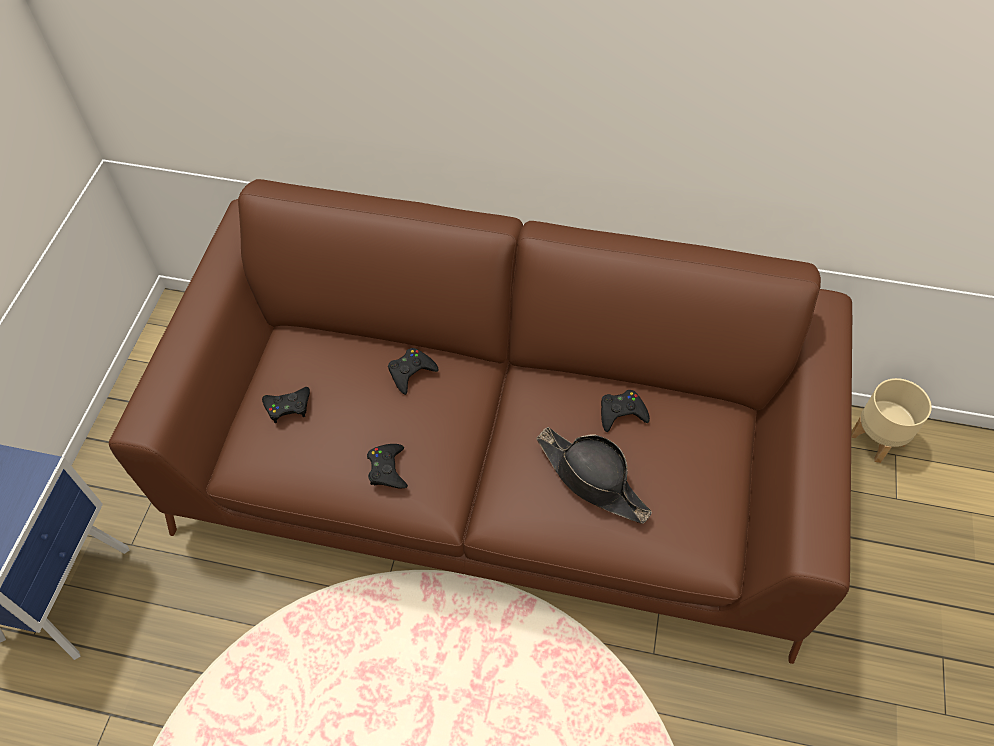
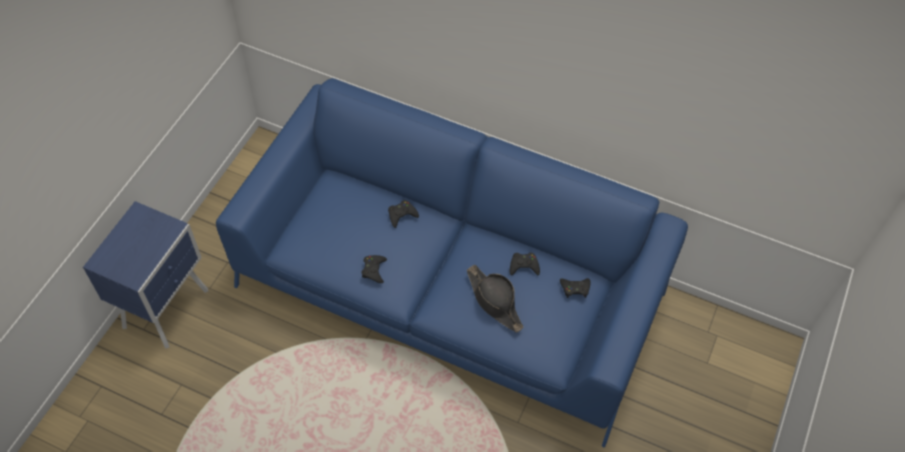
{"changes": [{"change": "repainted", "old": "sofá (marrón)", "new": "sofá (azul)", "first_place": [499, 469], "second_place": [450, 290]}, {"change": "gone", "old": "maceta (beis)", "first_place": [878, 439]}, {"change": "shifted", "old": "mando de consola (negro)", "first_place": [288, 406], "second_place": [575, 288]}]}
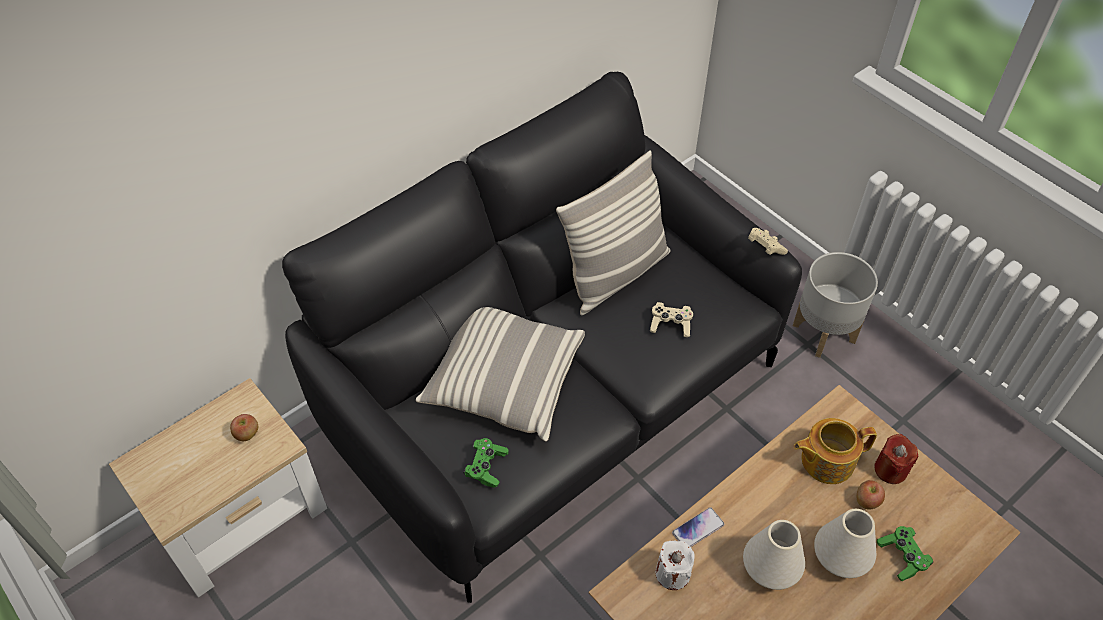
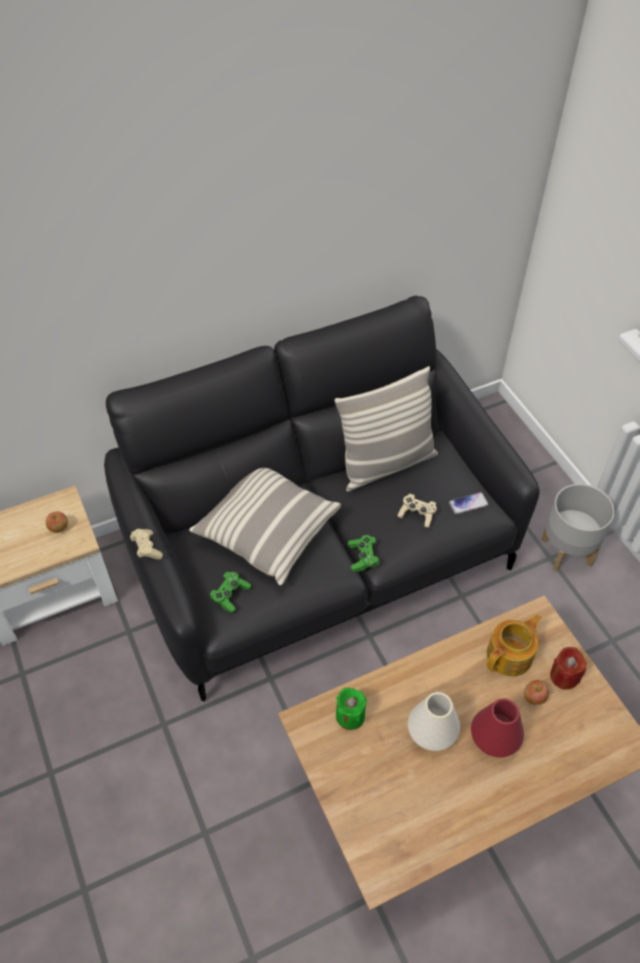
{"changes": [{"change": "shifted", "old": "mando de consola (beis)", "first_place": [764, 247], "second_place": [147, 548]}, {"change": "rotated", "old": "tetera", "first_place": [826, 460], "second_place": [510, 655], "degrees": 135}, {"change": "shifted", "old": "móvil", "first_place": [698, 529], "second_place": [468, 504]}, {"change": "repainted", "old": "florero (blanco)", "new": "florero (rojo)", "first_place": [839, 558], "second_place": [493, 739]}, {"change": "shifted", "old": "mando de consola (verde)", "first_place": [902, 557], "second_place": [363, 557]}, {"change": "repainted", "old": "vela (blanco)", "new": "vela (verde)", "first_place": [672, 573], "second_place": [350, 716]}]}
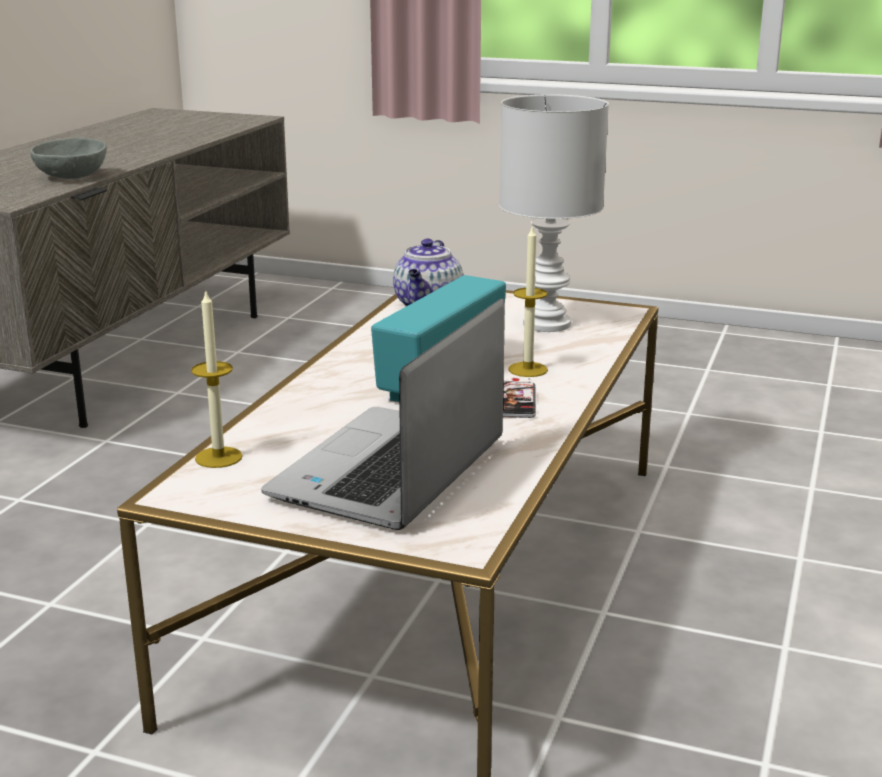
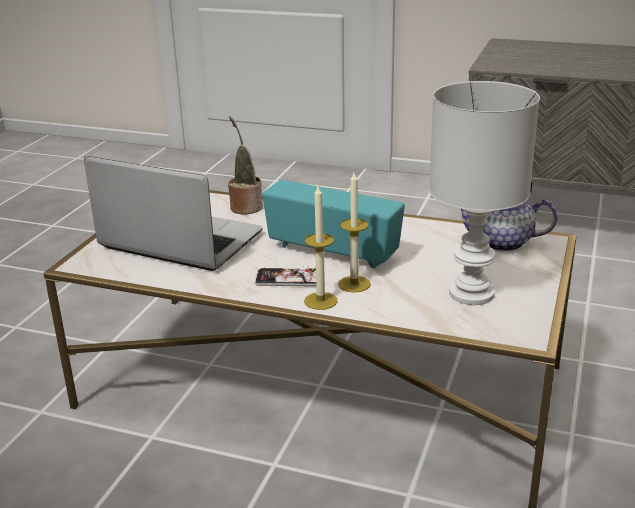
{"changes": [{"change": "gone", "old": "cuenco (gris)", "first_place": [72, 177]}, {"change": "shifted", "old": "vela", "first_place": [218, 457], "second_place": [320, 301]}, {"change": "new", "new": "planta en maceta", "second_place": [245, 207]}]}
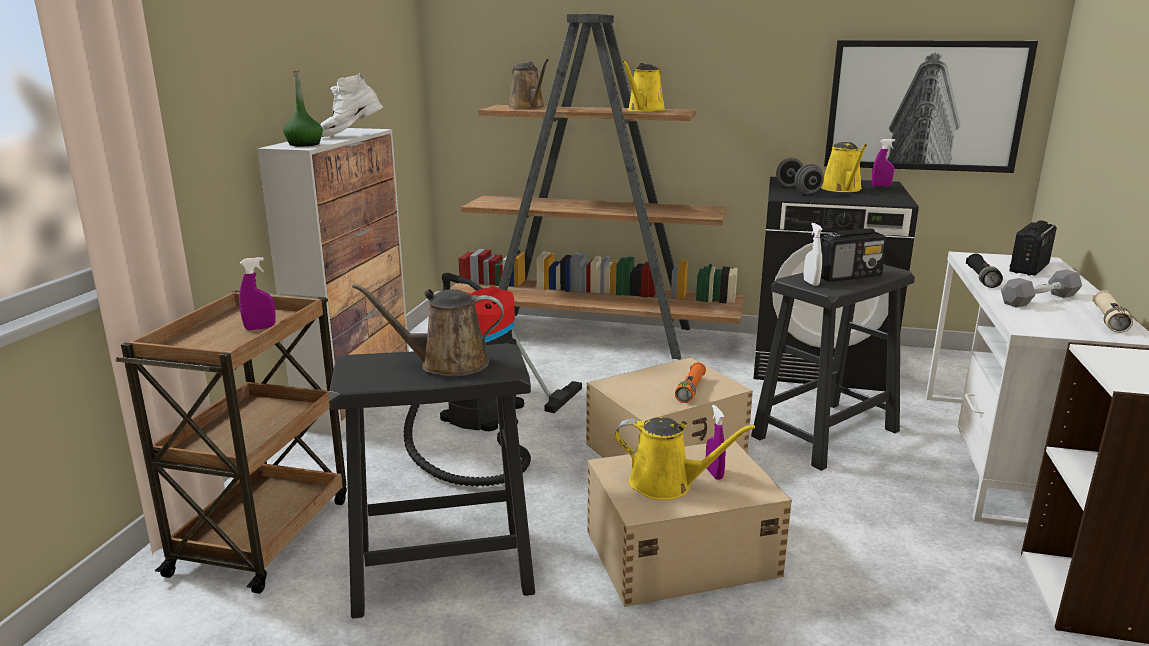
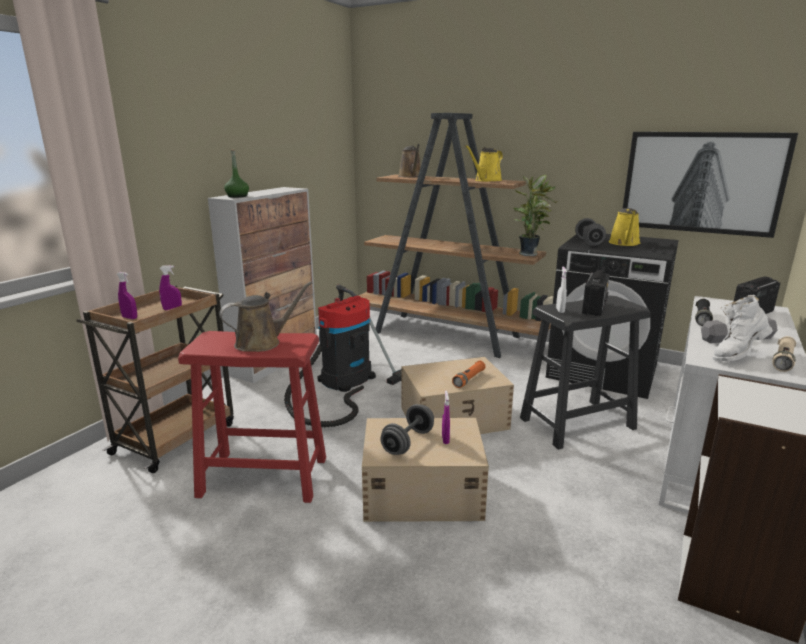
{"changes": [{"change": "shifted", "old": "bota (blanco)", "first_place": [351, 135], "second_place": [736, 356]}, {"change": "shifted", "old": "pulverizador (morado)", "first_place": [881, 186], "second_place": [130, 318]}, {"change": "rotated", "old": "radio", "first_place": [848, 276], "second_place": [594, 308], "degrees": -60}, {"change": "rotated", "old": "regadera (marrón)", "first_place": [447, 364], "second_place": [262, 343], "degrees": 135}, {"change": "repainted", "old": "taburete (negro)", "new": "taburete (rojo)", "first_place": [441, 570], "second_place": [263, 476]}, {"change": "swapped", "old": "regadera (amarillo)", "new": "mancuerna (gris)", "first_place": [667, 484], "second_place": [408, 442]}, {"change": "new", "new": "planta en maceta", "second_place": [529, 254]}]}
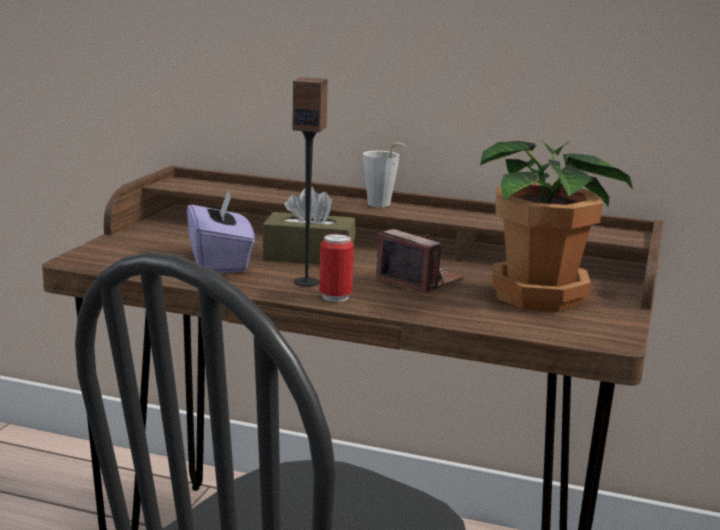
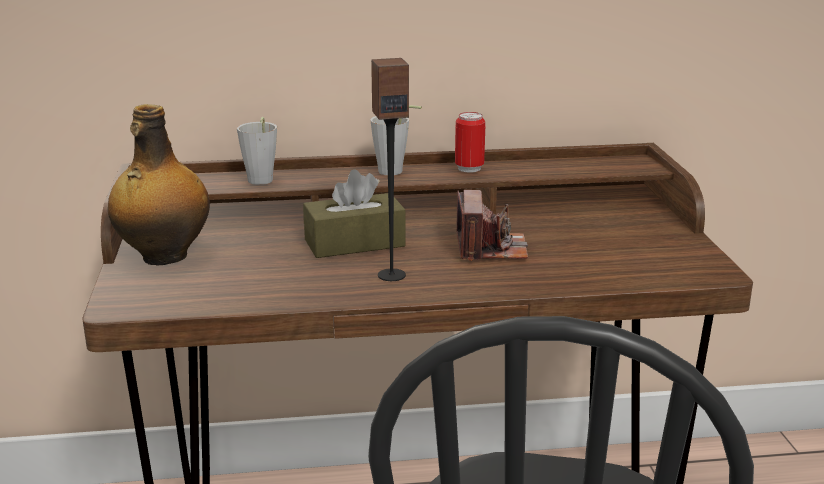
{"changes": [{"change": "gone", "old": "planta en maceta", "first_place": [542, 297]}, {"change": "gone", "old": "caja de pañuelos (morado)", "first_place": [220, 262]}, {"change": "rotated", "old": "cámara", "first_place": [419, 281], "second_place": [490, 249], "degrees": 75}, {"change": "shifted", "old": "lata", "first_place": [335, 297], "second_place": [469, 168]}, {"change": "new", "new": "botella", "second_place": [163, 257]}, {"change": "new", "new": "taza (gris)", "second_place": [260, 182]}]}
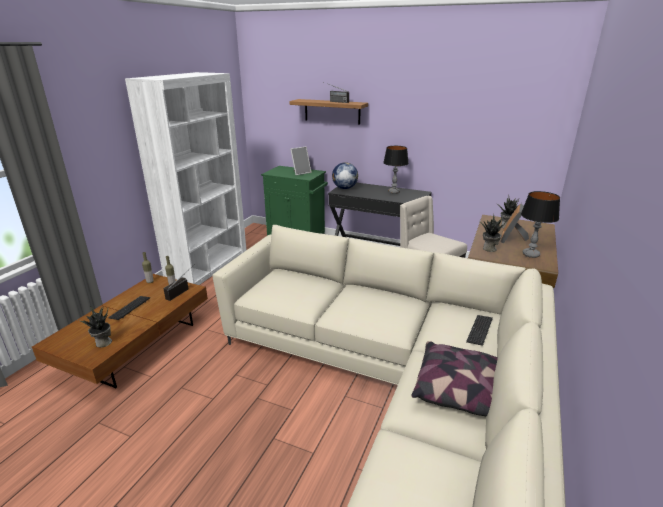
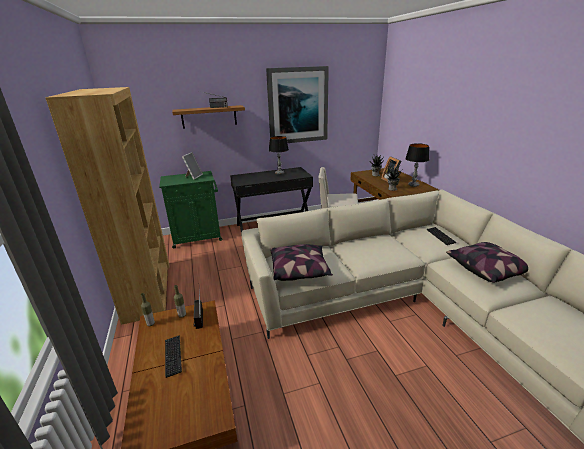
{"changes": [{"change": "repainted", "old": "estantería (blanco)", "new": "estantería (marrón)", "first_place": [208, 265], "second_place": [148, 290]}, {"change": "gone", "old": "globo terráqueo", "first_place": [344, 188]}, {"change": "gone", "old": "planta en maceta", "first_place": [103, 343]}, {"change": "new", "new": "cuadro", "second_place": [297, 105]}, {"change": "new", "new": "cojín", "second_place": [300, 270]}]}
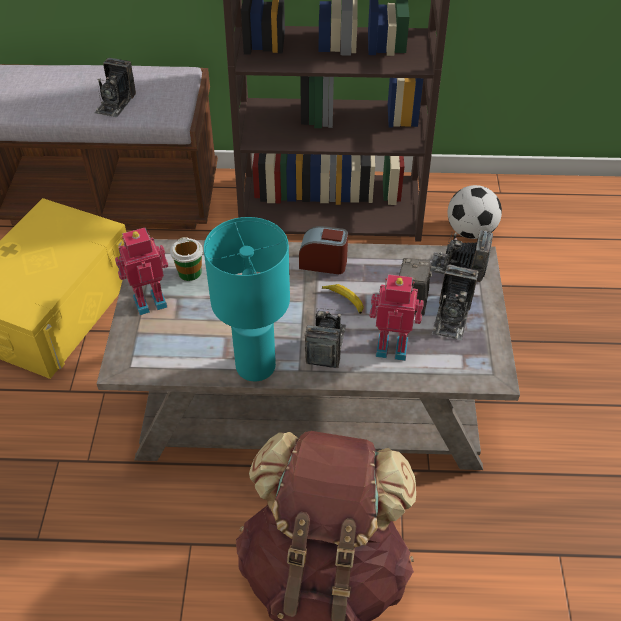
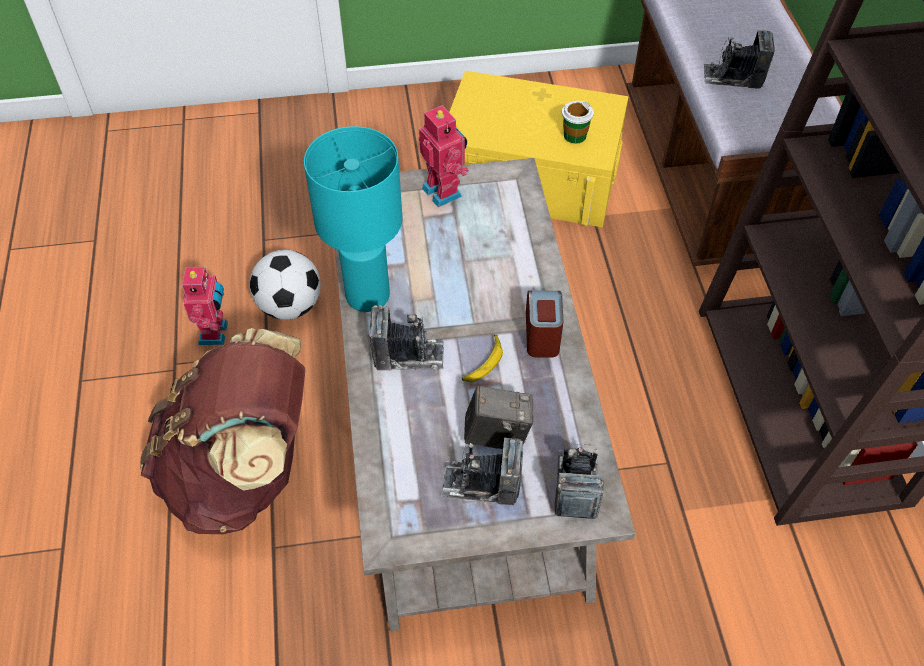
{"changes": [{"change": "shifted", "old": "balón de fútbol", "first_place": [470, 231], "second_place": [290, 306]}, {"change": "shifted", "old": "taza", "first_place": [189, 272], "second_place": [574, 136]}, {"change": "shifted", "old": "robot de juguete", "first_place": [392, 346], "second_place": [215, 333]}]}
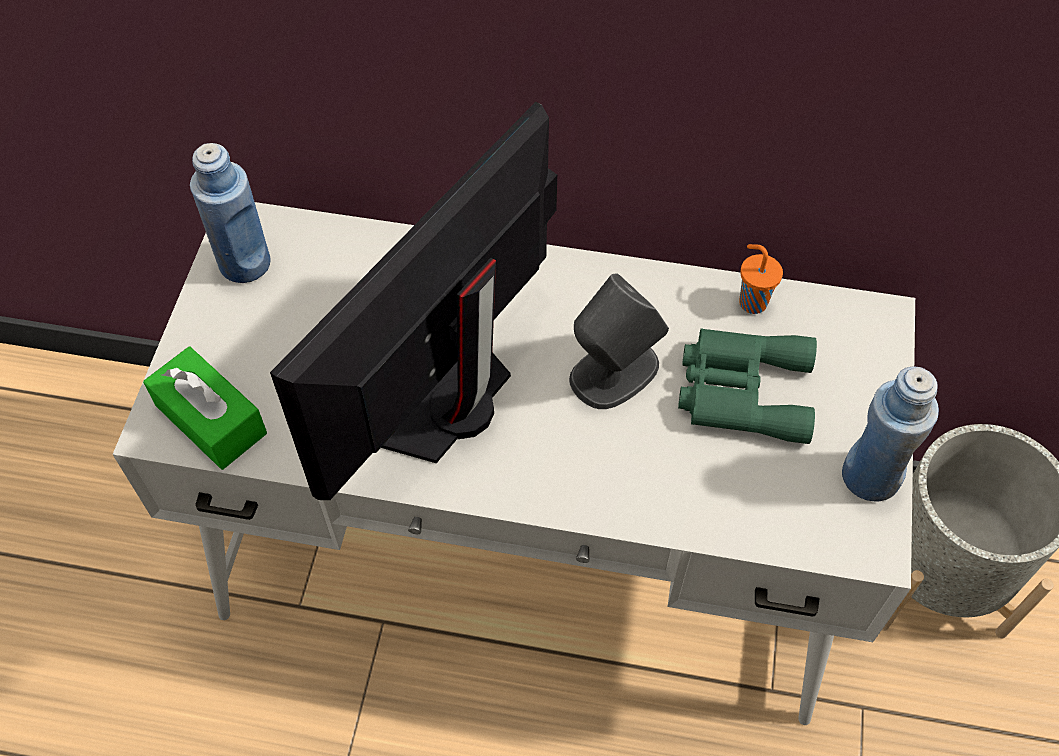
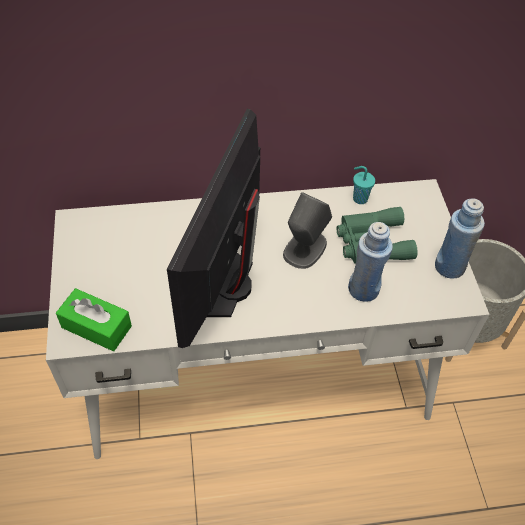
{"changes": [{"change": "shifted", "old": "botella (azul)", "first_place": [245, 263], "second_place": [363, 289]}, {"change": "repainted", "old": "taza (naranja)", "new": "taza (turquesa)", "first_place": [751, 301], "second_place": [359, 198]}]}
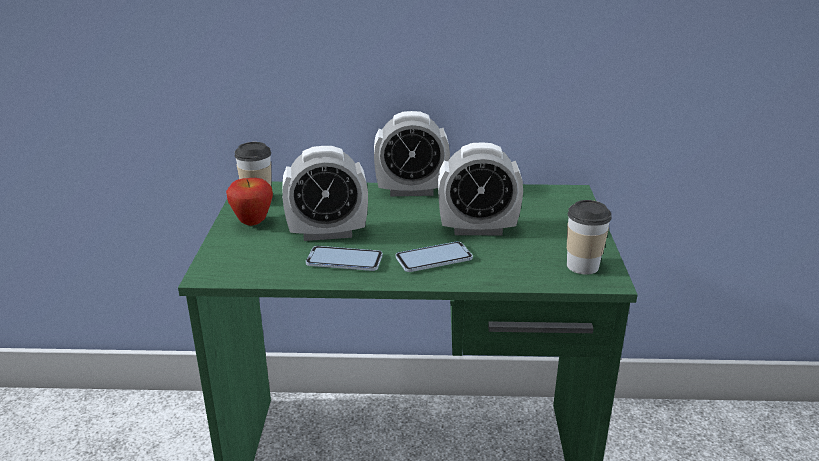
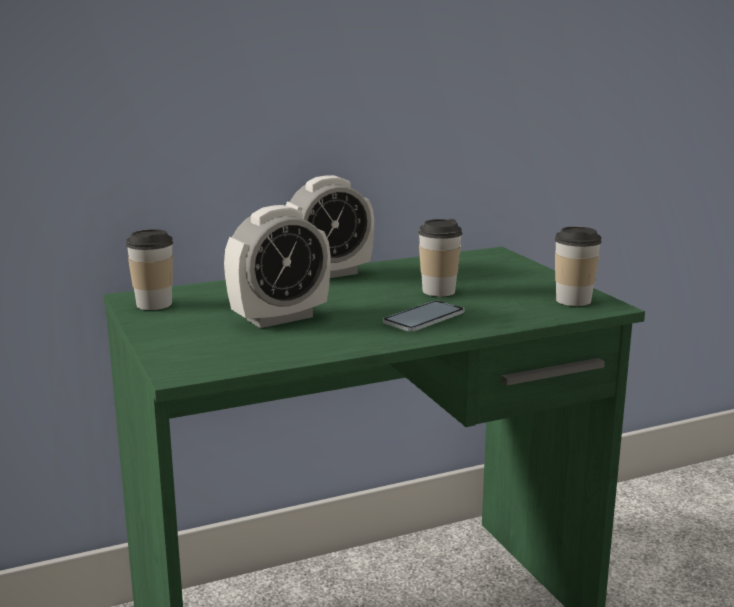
{"changes": [{"change": "swapped", "old": "despertador", "new": "taza", "first_place": [477, 229], "second_place": [438, 291]}, {"change": "gone", "old": "manzana", "first_place": [253, 223]}, {"change": "gone", "old": "móvil", "first_place": [344, 260]}]}
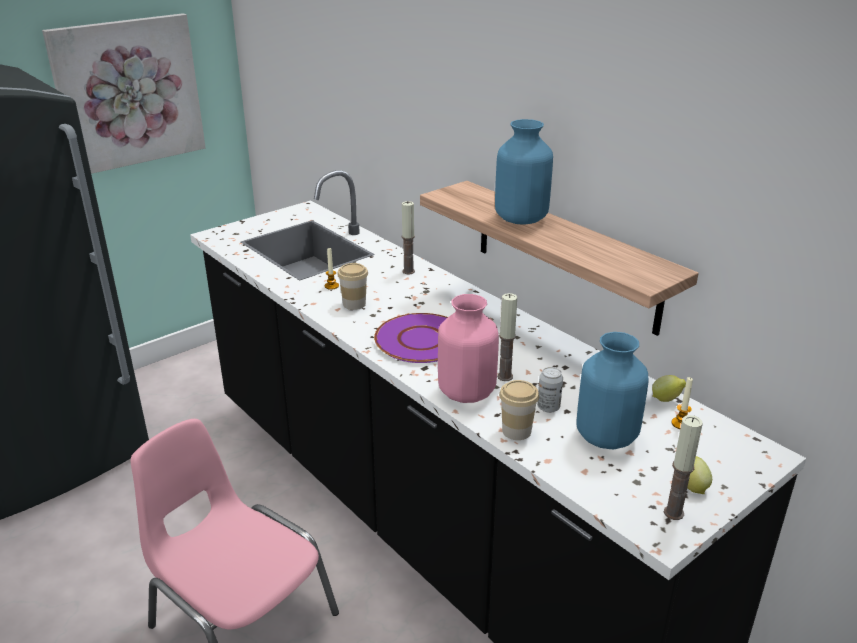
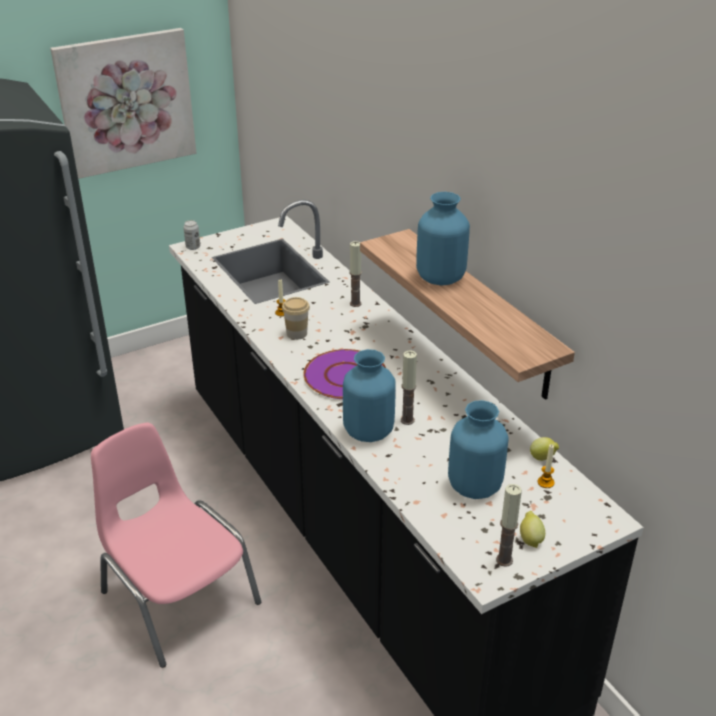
{"changes": [{"change": "repainted", "old": "florero (rosa)", "new": "florero (azul)", "first_place": [467, 392], "second_place": [369, 431]}, {"change": "shifted", "old": "lata", "first_place": [548, 407], "second_place": [193, 247]}, {"change": "gone", "old": "taza", "first_place": [516, 431]}]}
